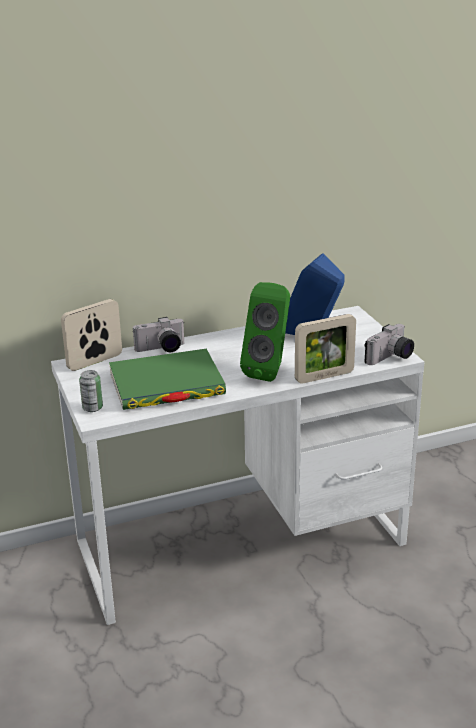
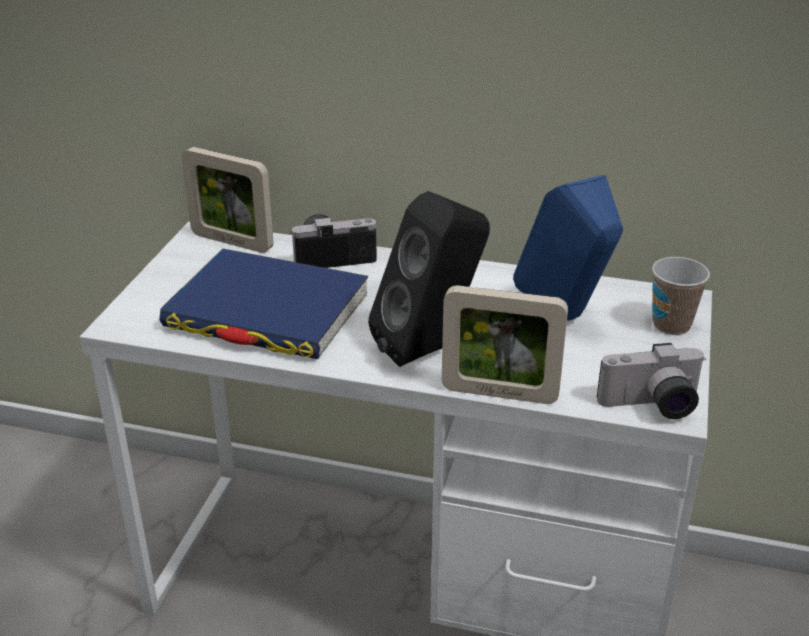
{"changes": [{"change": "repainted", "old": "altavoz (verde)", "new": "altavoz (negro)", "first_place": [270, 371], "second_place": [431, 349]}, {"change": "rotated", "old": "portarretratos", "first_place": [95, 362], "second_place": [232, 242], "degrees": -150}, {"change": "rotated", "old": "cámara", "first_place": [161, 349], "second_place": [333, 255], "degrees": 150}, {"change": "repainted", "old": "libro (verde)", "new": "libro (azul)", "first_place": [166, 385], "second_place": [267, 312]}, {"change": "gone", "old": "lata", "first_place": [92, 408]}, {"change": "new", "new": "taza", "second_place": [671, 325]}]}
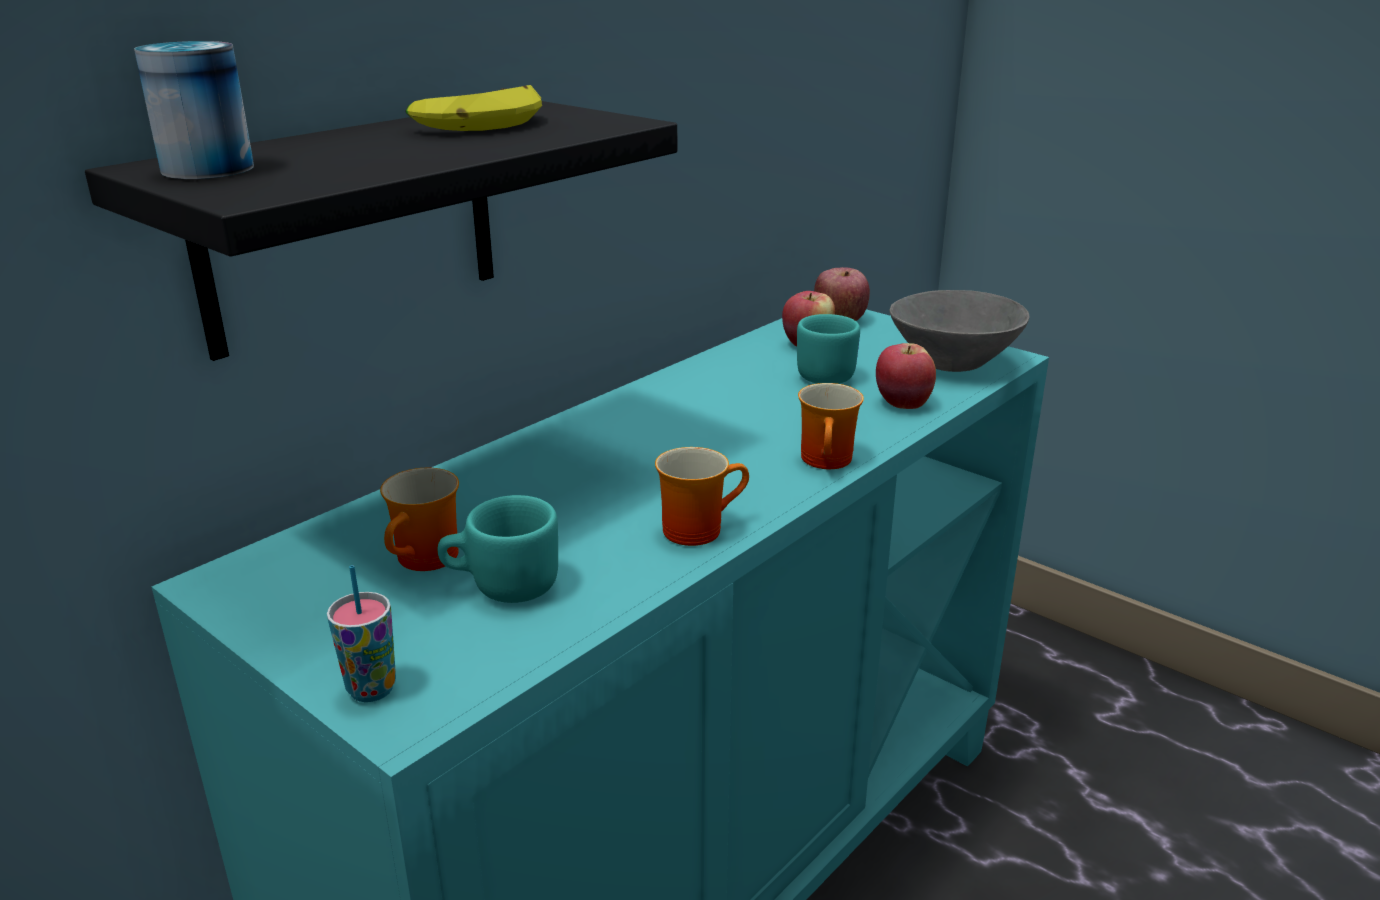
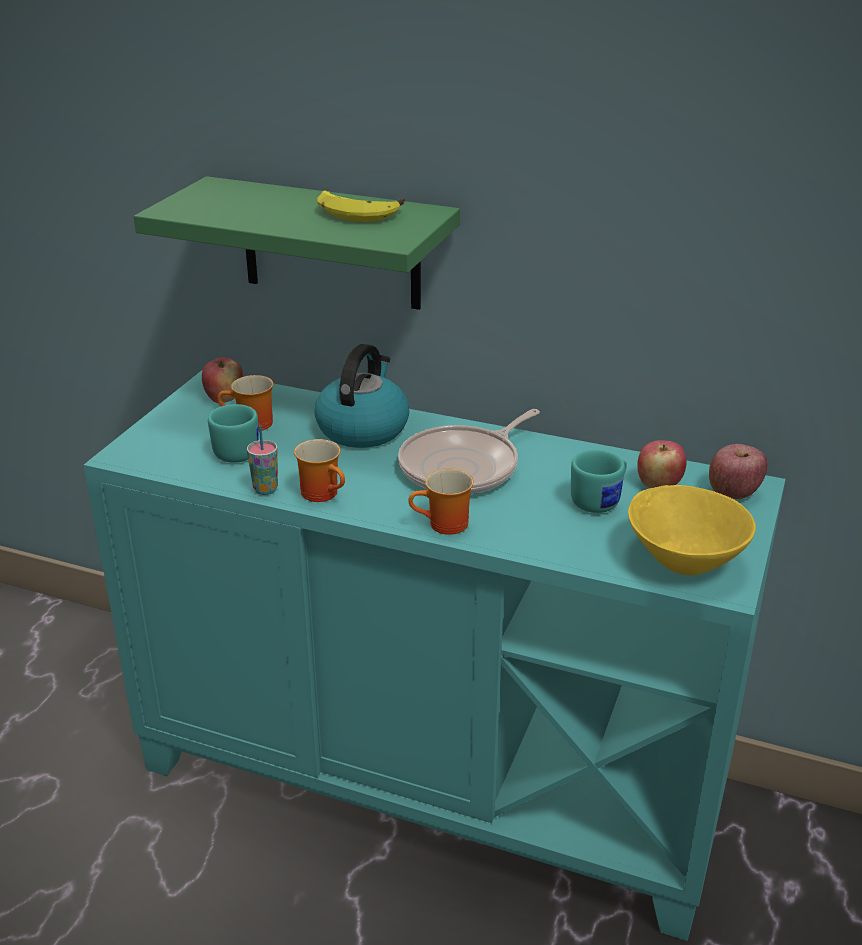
{"changes": [{"change": "gone", "old": "lata", "first_place": [208, 169]}, {"change": "repainted", "old": "estante (negro)", "new": "estante (verde)", "first_place": [351, 224], "second_place": [330, 244]}, {"change": "repainted", "old": "cuenco (gris)", "new": "cuenco (amarillo)", "first_place": [951, 362], "second_place": [684, 560]}, {"change": "shifted", "old": "manzana", "first_place": [903, 404], "second_place": [224, 398]}, {"change": "shifted", "old": "taza", "first_place": [371, 689], "second_place": [265, 489]}, {"change": "new", "new": "hervidor", "second_place": [363, 428]}, {"change": "new", "new": "sartén", "second_place": [464, 467]}]}
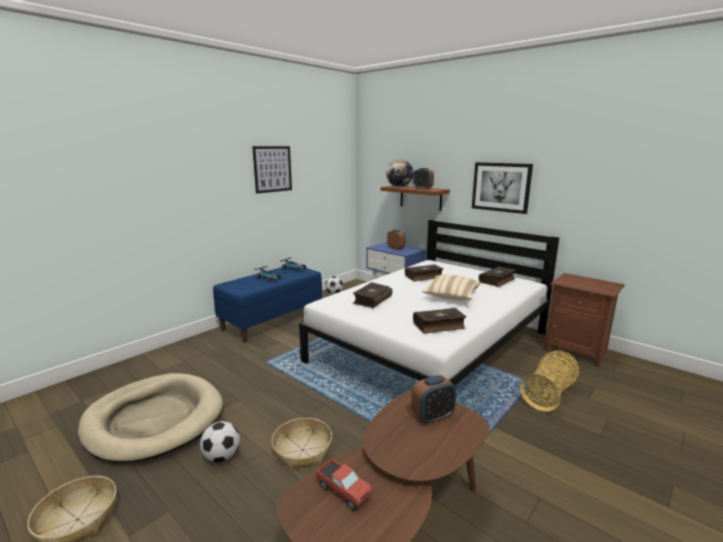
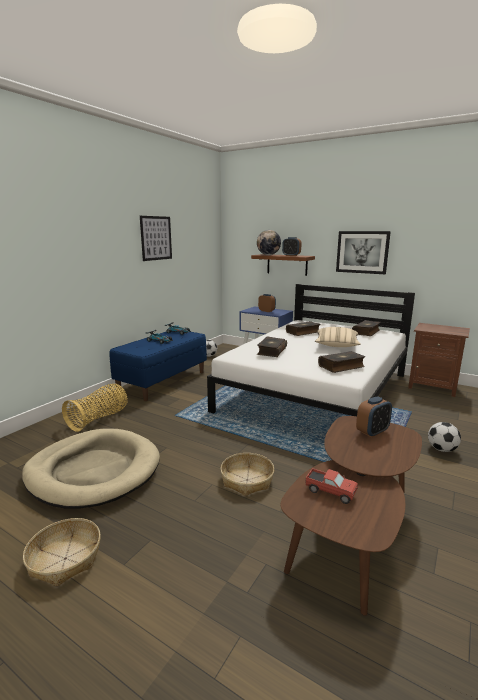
{"changes": [{"change": "shifted", "old": "cesta", "first_place": [549, 393], "second_place": [99, 419]}, {"change": "shifted", "old": "balón de fútbol", "first_place": [222, 456], "second_place": [441, 449]}]}
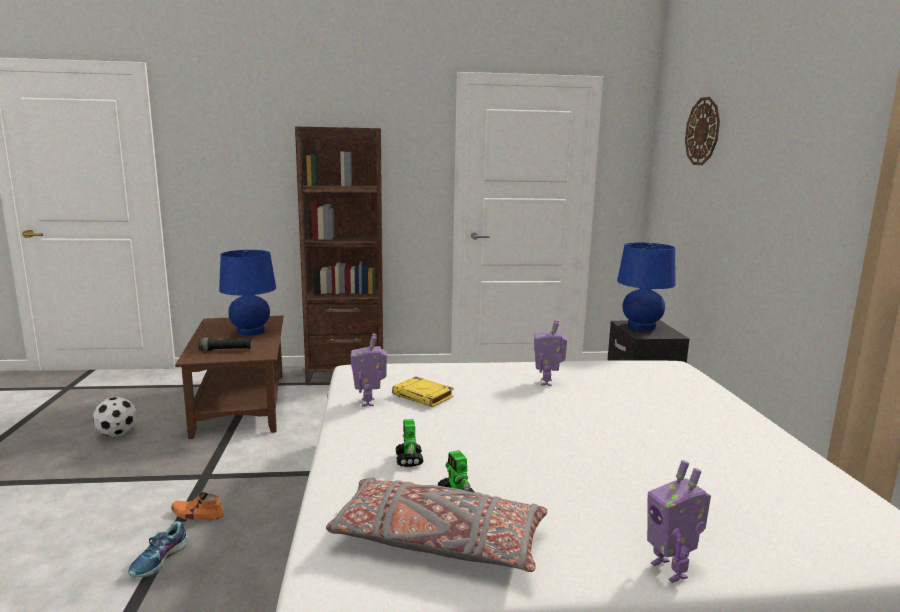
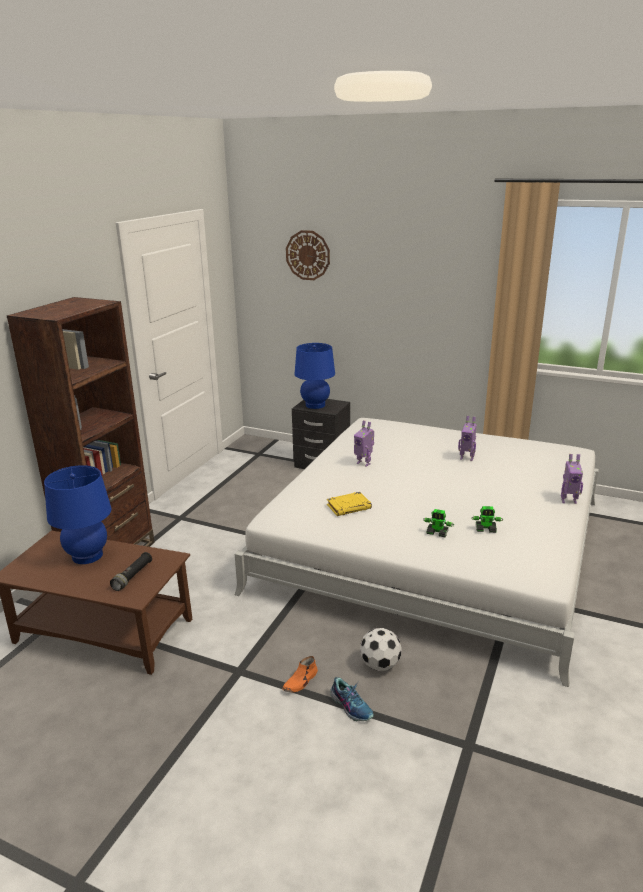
{"changes": [{"change": "shifted", "old": "robot de juguete", "first_place": [369, 402], "second_place": [466, 458]}, {"change": "shifted", "old": "balón de fútbol", "first_place": [117, 434], "second_place": [379, 665]}, {"change": "gone", "old": "cojín (gris)", "first_place": [437, 541]}]}
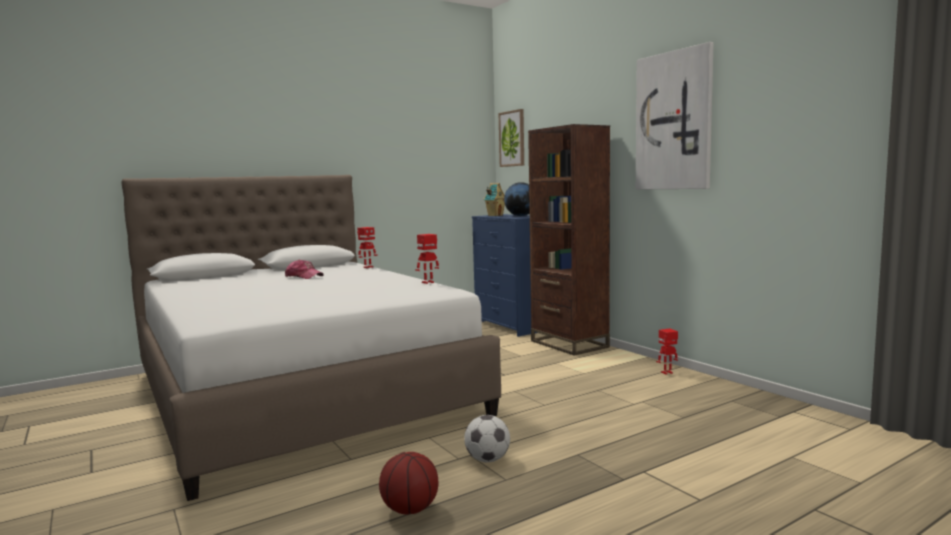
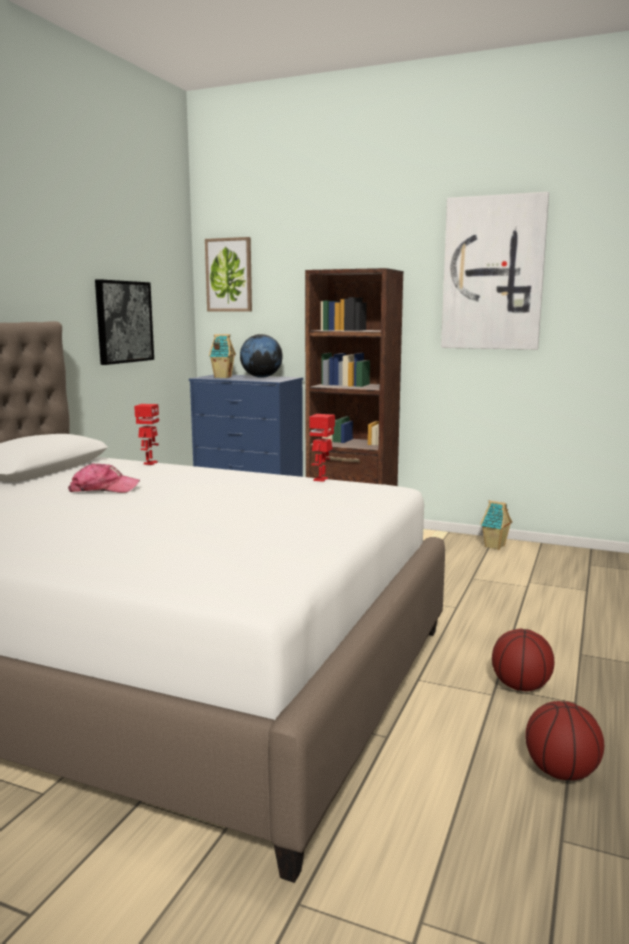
{"changes": [{"change": "swapped", "old": "robot de juguete", "new": "casita", "first_place": [667, 373], "second_place": [495, 546]}, {"change": "swapped", "old": "balón de fútbol", "new": "balón de baloncesto", "first_place": [487, 460], "second_place": [521, 686]}, {"change": "new", "new": "cuadro", "second_place": [124, 322]}]}
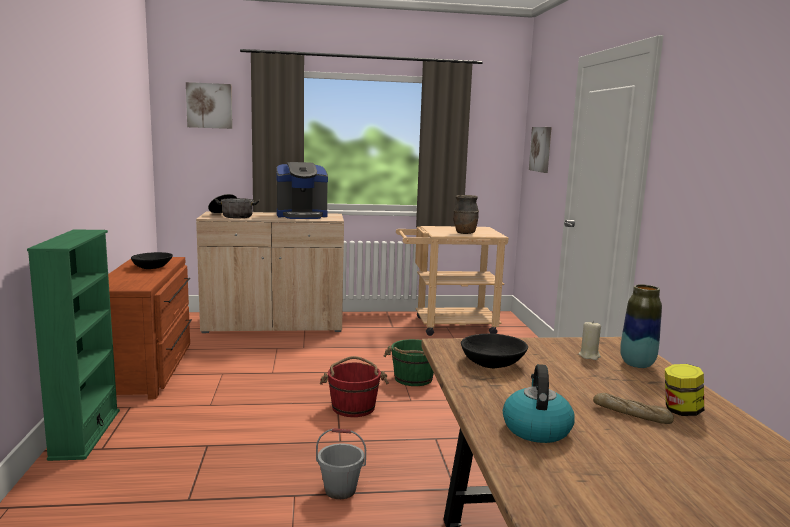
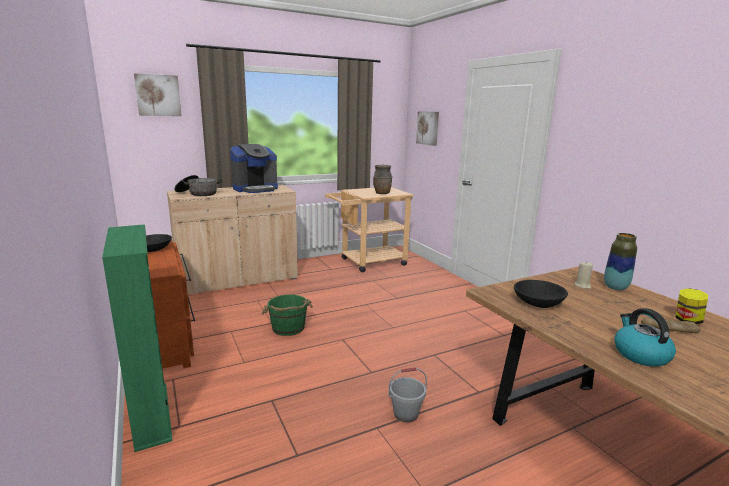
{"changes": [{"change": "shifted", "old": "cubo (verde)", "first_place": [413, 379], "second_place": [288, 328]}, {"change": "gone", "old": "cubo (rojo)", "first_place": [353, 407]}]}
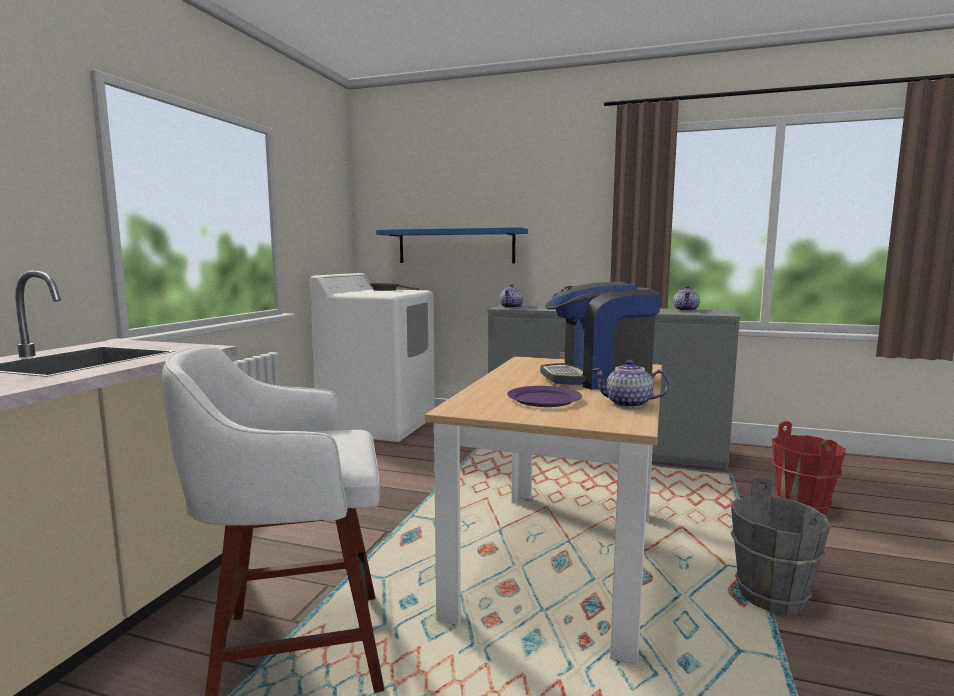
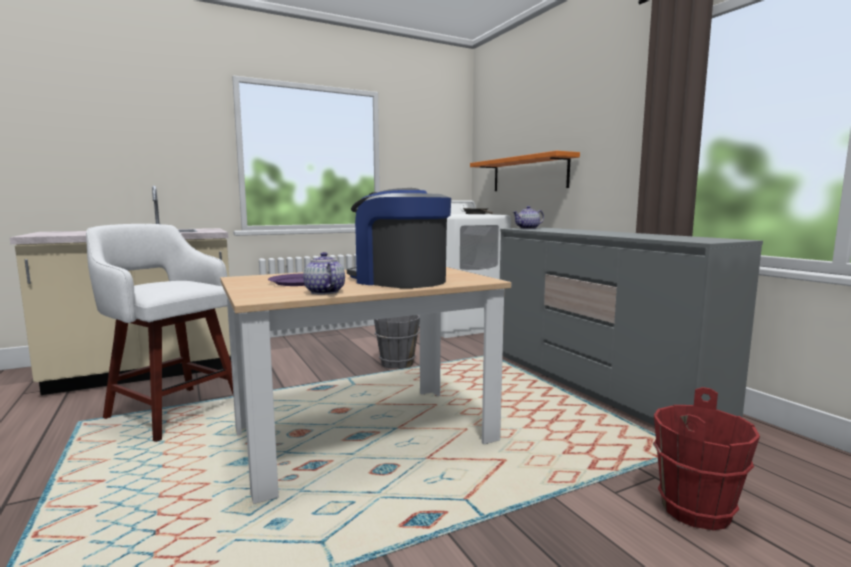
{"changes": [{"change": "repainted", "old": "estante (azul)", "new": "estante (naranja)", "first_place": [456, 246], "second_place": [529, 174]}, {"change": "gone", "old": "tetera", "first_place": [686, 310]}, {"change": "shifted", "old": "cubo (gris)", "first_place": [770, 597], "second_place": [396, 363]}]}
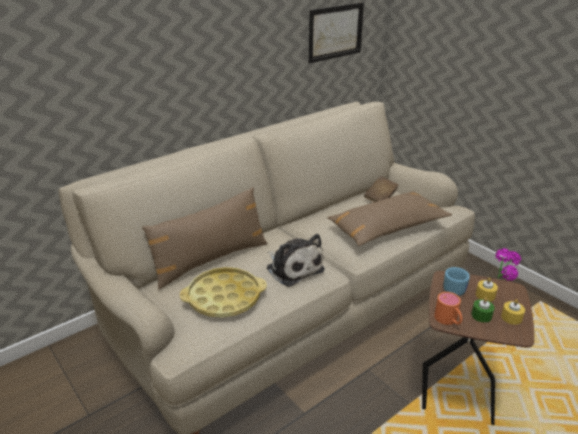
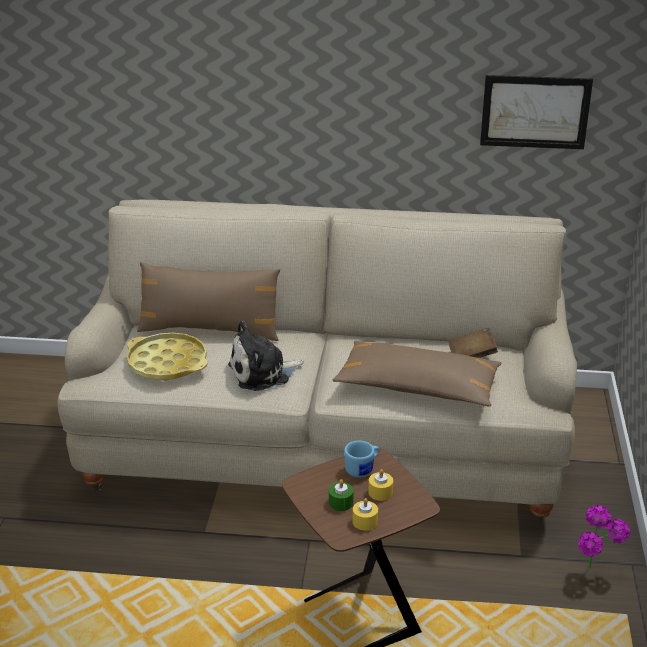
{"changes": [{"change": "rotated", "old": "peluche", "first_place": [293, 268], "second_place": [263, 373], "degrees": 60}, {"change": "gone", "old": "taza grande (naranja)", "first_place": [448, 320]}]}
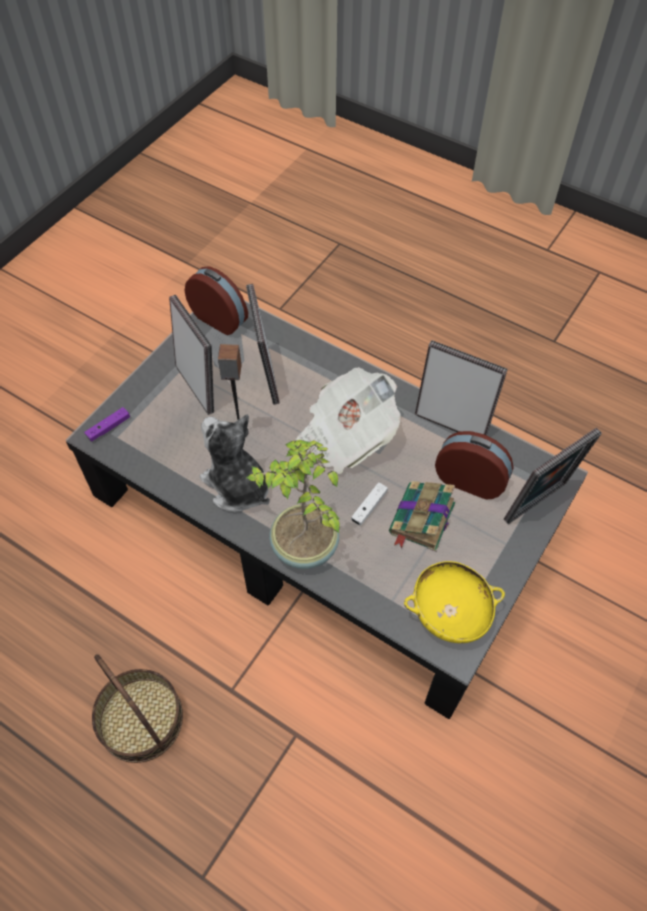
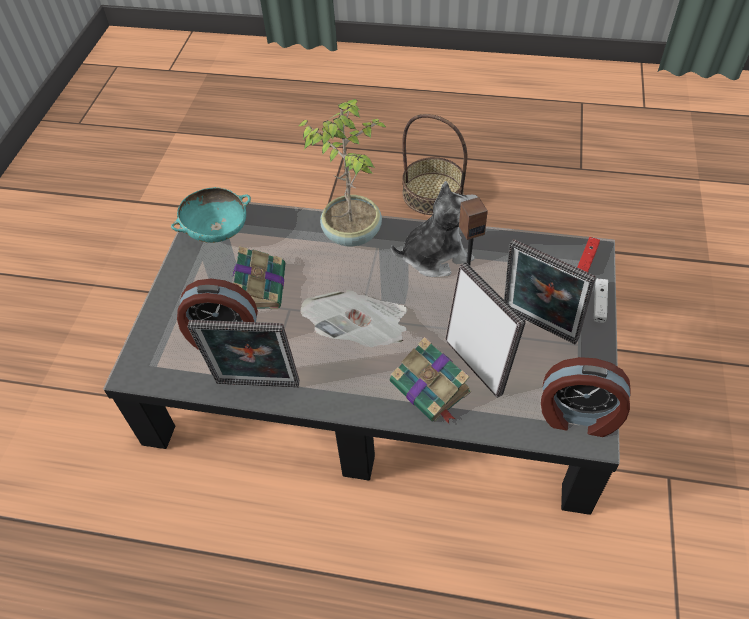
{"changes": [{"change": "repainted", "old": "mando de consola (morado)", "new": "mando de consola (rojo)", "first_place": [108, 428], "second_place": [586, 260]}, {"change": "rotated", "old": "peluche", "first_place": [237, 486], "second_place": [436, 256], "degrees": -45}, {"change": "gone", "old": "portarretratos", "first_place": [538, 505]}, {"change": "shifted", "old": "mando de consola (blanco)", "first_place": [369, 507], "second_place": [599, 303]}, {"change": "repainted", "old": "cuenco (amarillo)", "new": "cuenco (turquesa)", "first_place": [450, 612], "second_place": [217, 231]}, {"change": "new", "new": "libro", "second_place": [431, 389]}]}
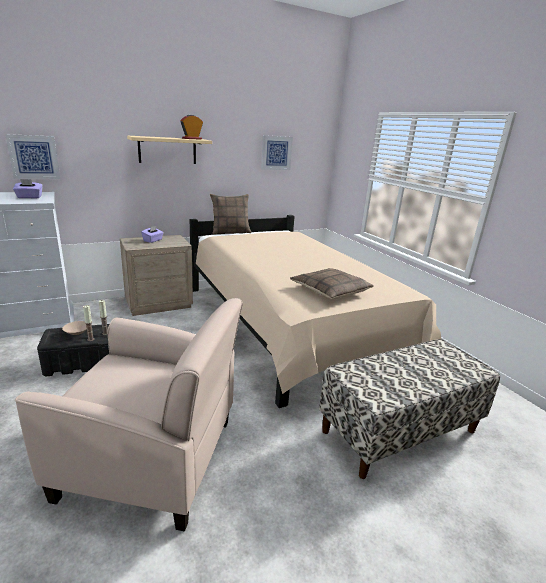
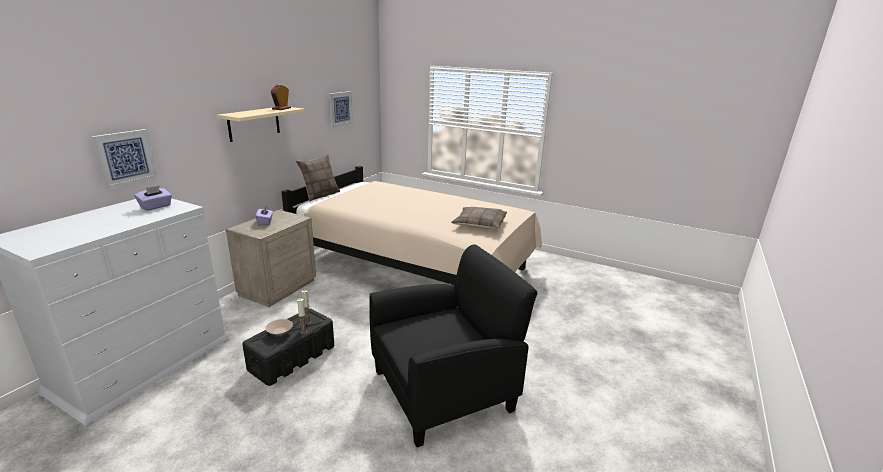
{"changes": [{"change": "repainted", "old": "sillón (beis)", "new": "sillón (negro)", "first_place": [152, 458], "second_place": [444, 389]}, {"change": "gone", "old": "banco", "first_place": [399, 431]}]}
